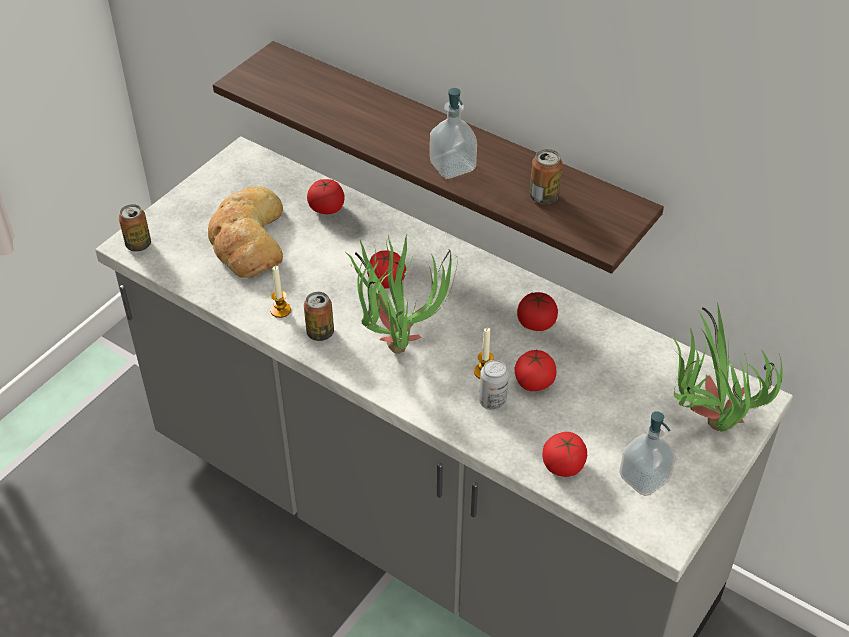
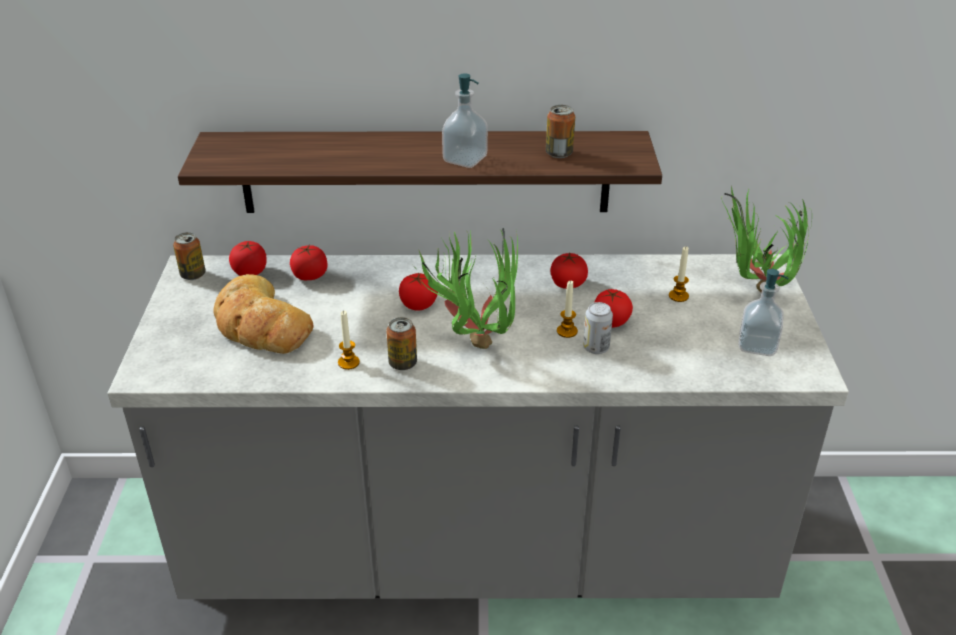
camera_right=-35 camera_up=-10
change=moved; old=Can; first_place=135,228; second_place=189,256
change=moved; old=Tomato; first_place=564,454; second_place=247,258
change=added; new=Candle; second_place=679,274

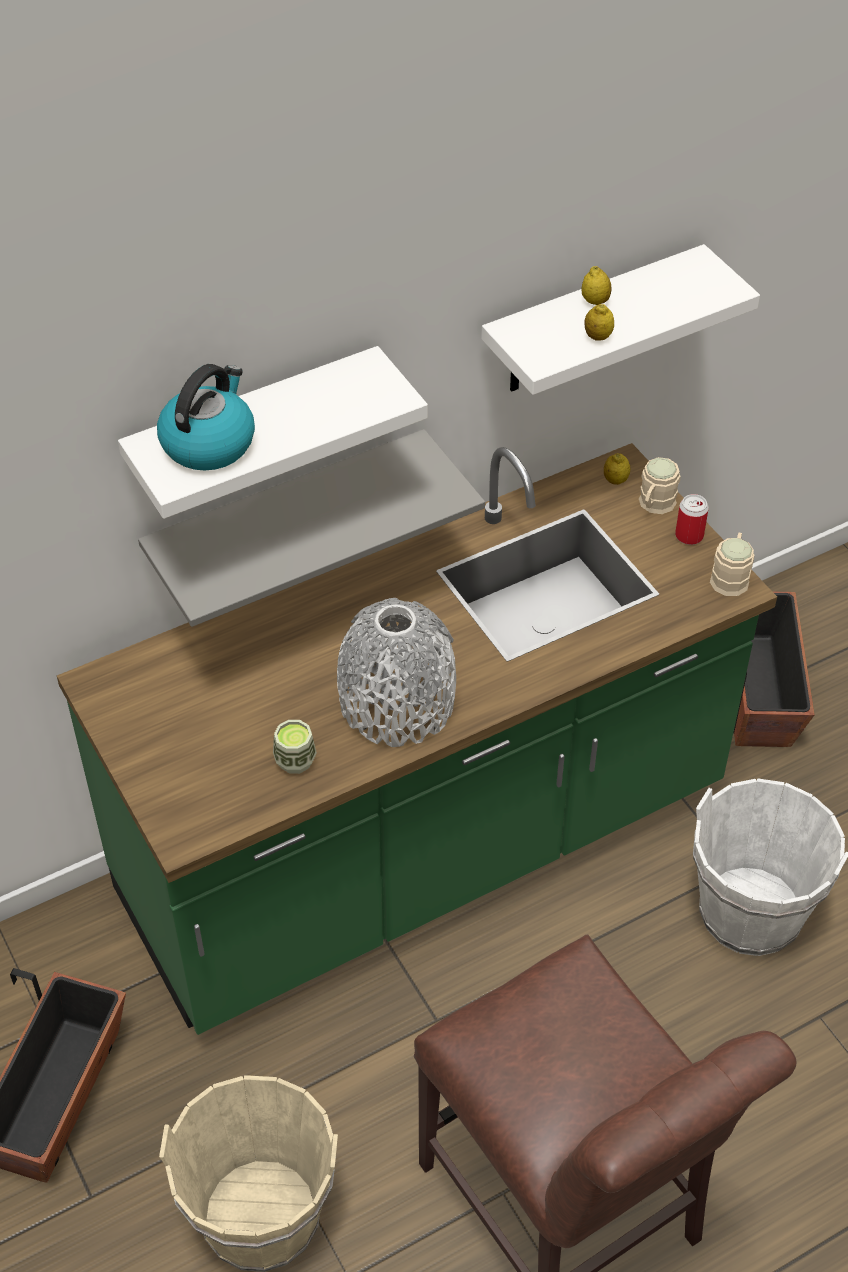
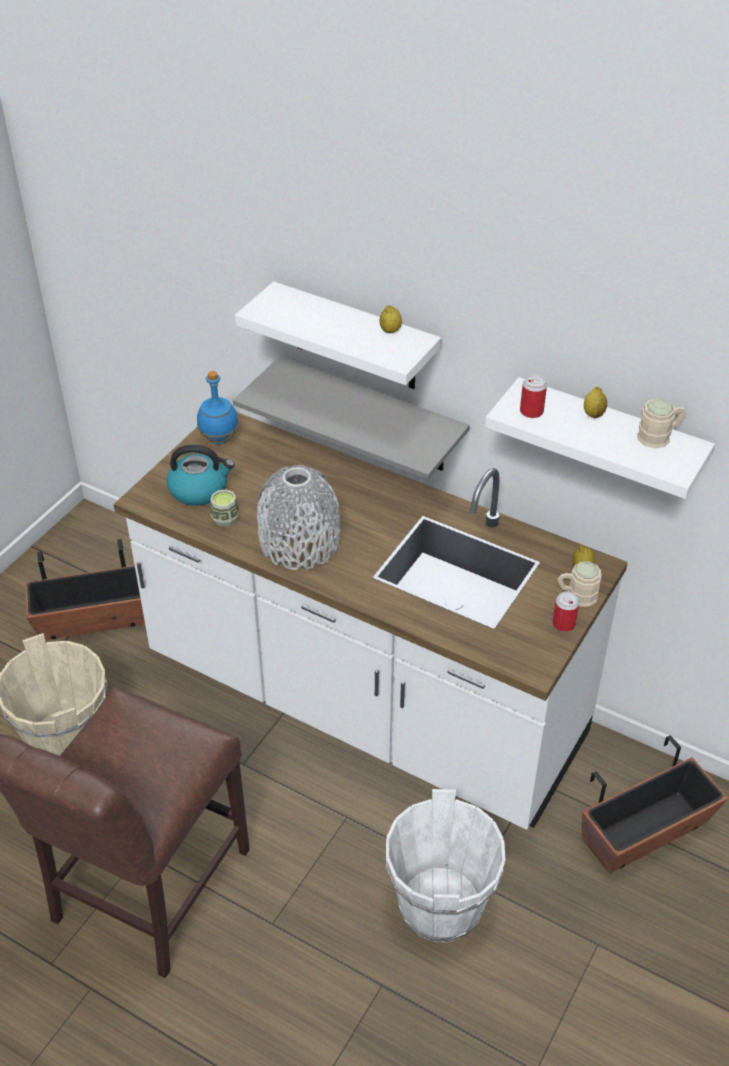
camera_right=60 camera_up=-5
change=recoloured; old=GreenCounter; new=WhiteCounter; first_place=417,739; second_place=370,621
change=moved; old=Kettle; first_place=206,417; second_place=200,475
change=moved; old=Lemon; first_place=599,322; second_place=391,319
change=moved; old=BeigeMug; first_place=732,564; second_place=661,423
change=added; new=BlueBottle; second_place=217,407
change=added; new=Can; second_place=533,396

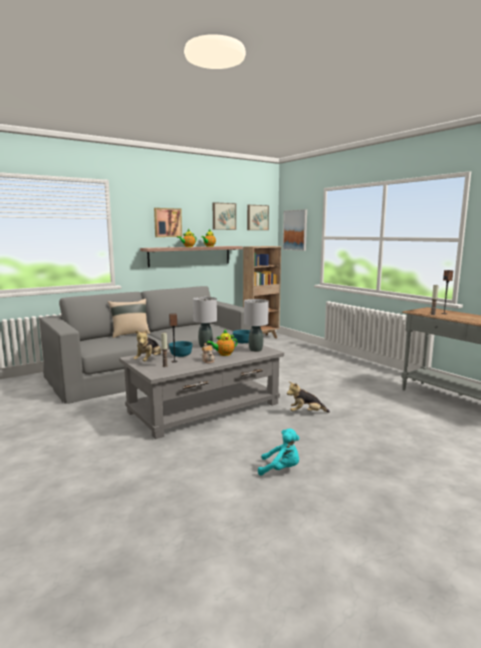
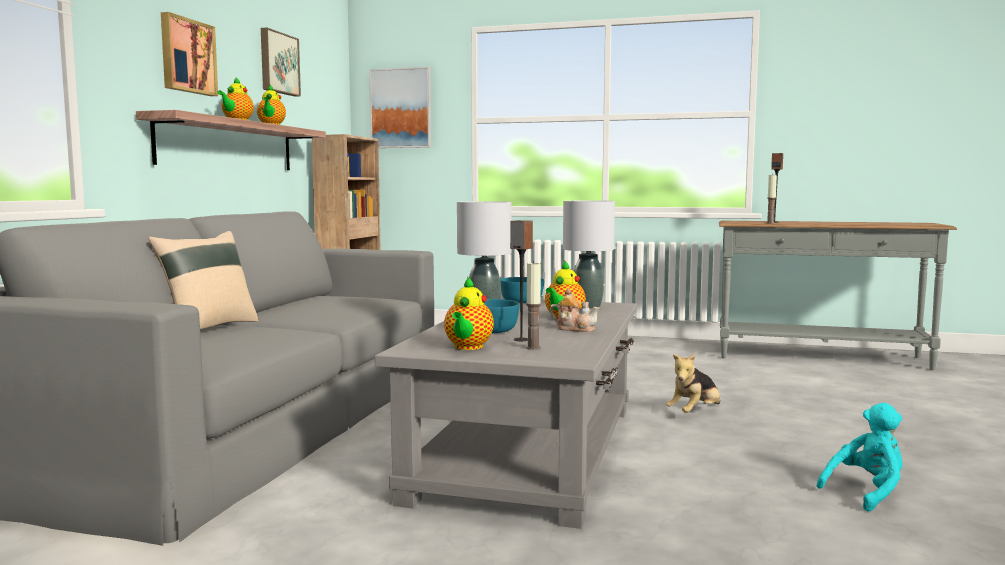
camera_right=-40 camera_up=-5
change=replaced; old=PlushToy; new=Teapot; first_place=147,345; second_place=469,313
change=removed; old=Picture; first_place=258,217

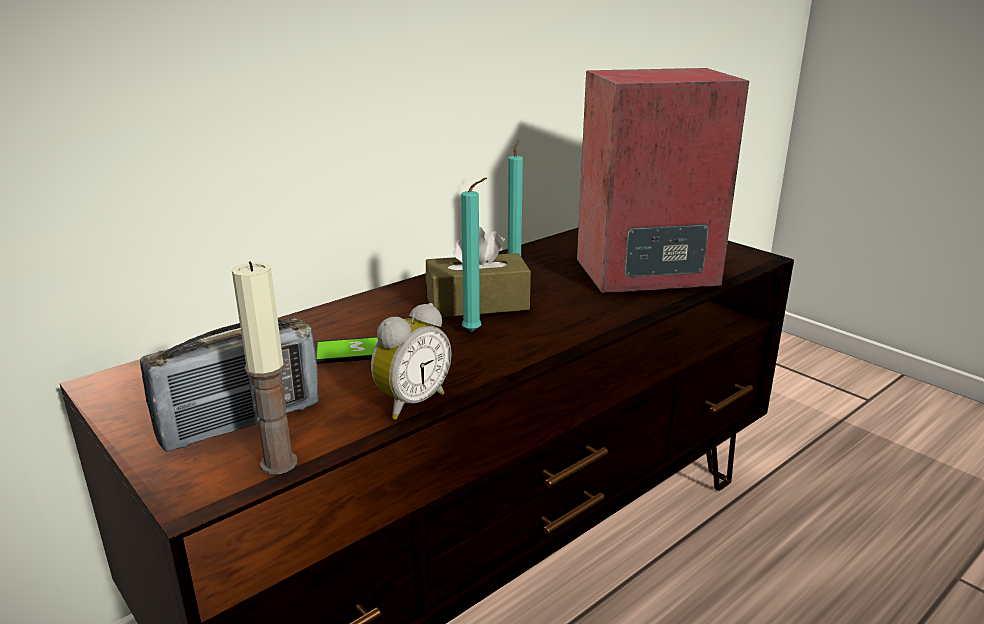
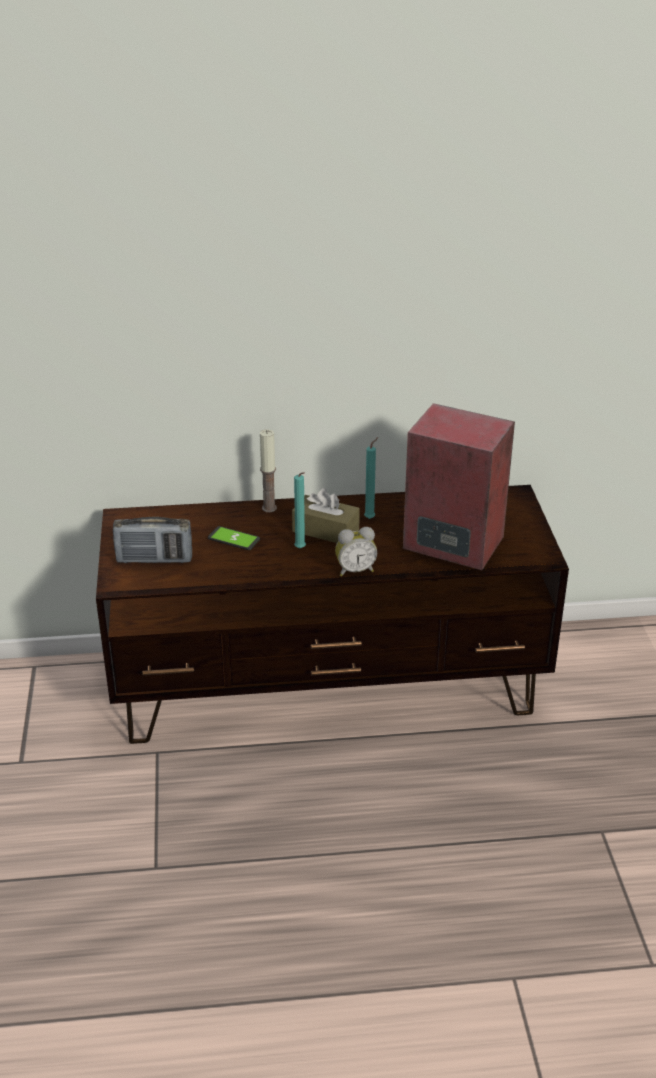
camera_right=35 camera_up=10
change=moved; old=Candle; first_place=265,367; second_place=268,471
change=moved; old=AlarmClock; first_place=411,361; second_place=356,551

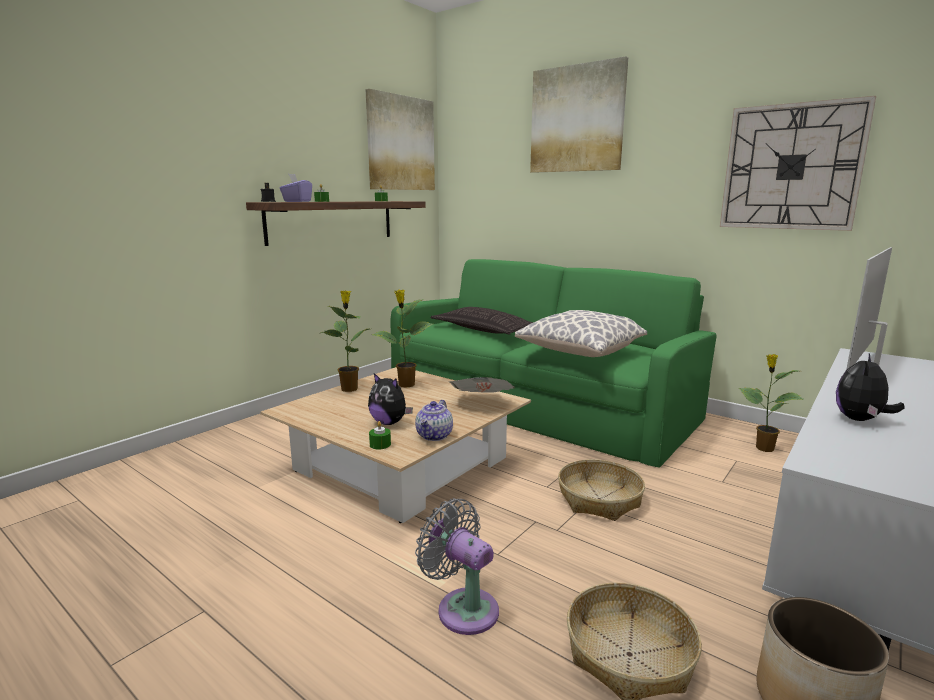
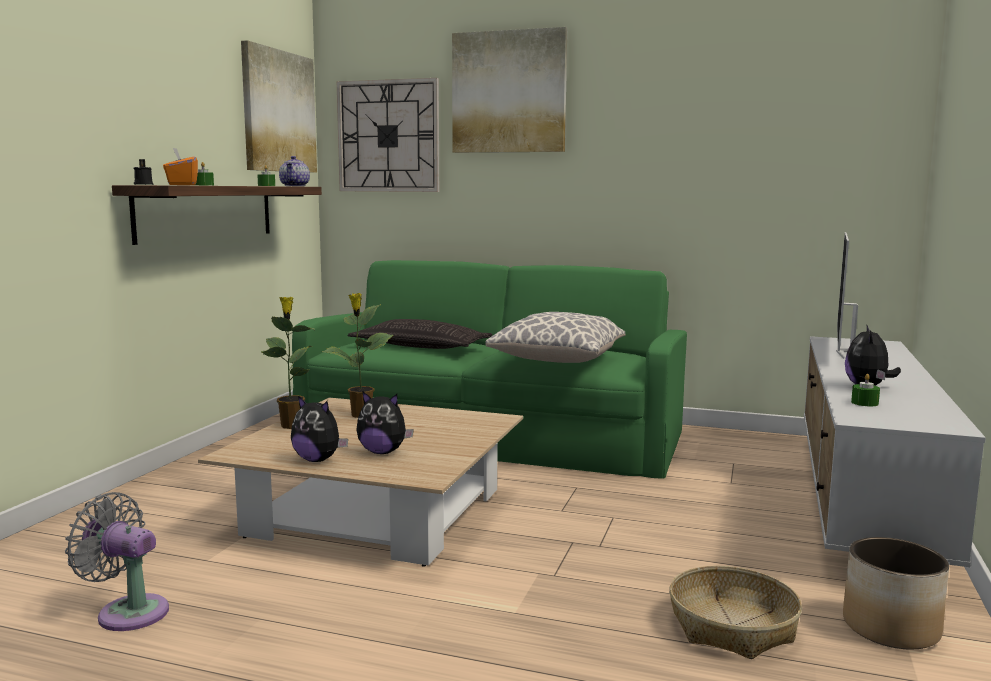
camera_right=-20 camera_up=-5
change=recoloured; old=PurpleTissueBox; new=OrangeTissueBox; first_place=295,188; second_place=180,166
change=moved; old=GreenCandle; first_place=380,435; second_place=865,390
change=moved; old=Teapot; first_place=434,420; second_place=294,171
change=moved; old=GreyFan; first_place=457,566; second_place=117,561
change=removed; old=Newspaper; first_place=482,385
change=removed; old=Basket; first_place=601,490
change=moved; old=WallClock; first_place=798,163; second_place=388,135
change=removed; old=PottedPlant; first_place=771,403
change=added; new=PlushToy; second_place=319,429

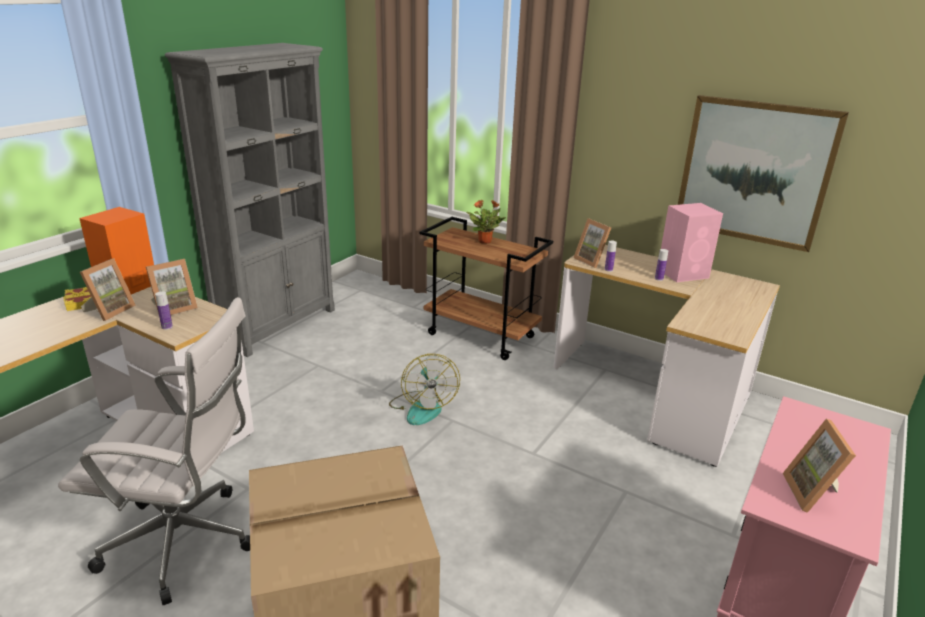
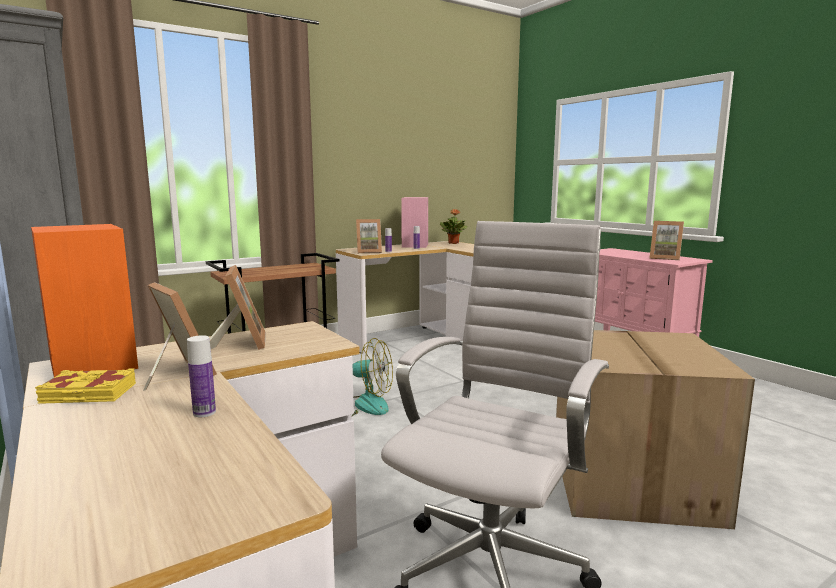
camera_right=-65 camera_up=-15
change=moved; old=Bottle; first_place=164,310; second_place=201,376
change=moved; old=PottedPlant; first_place=486,221; second_place=453,226
change=removed; old=Picture; first_place=763,173

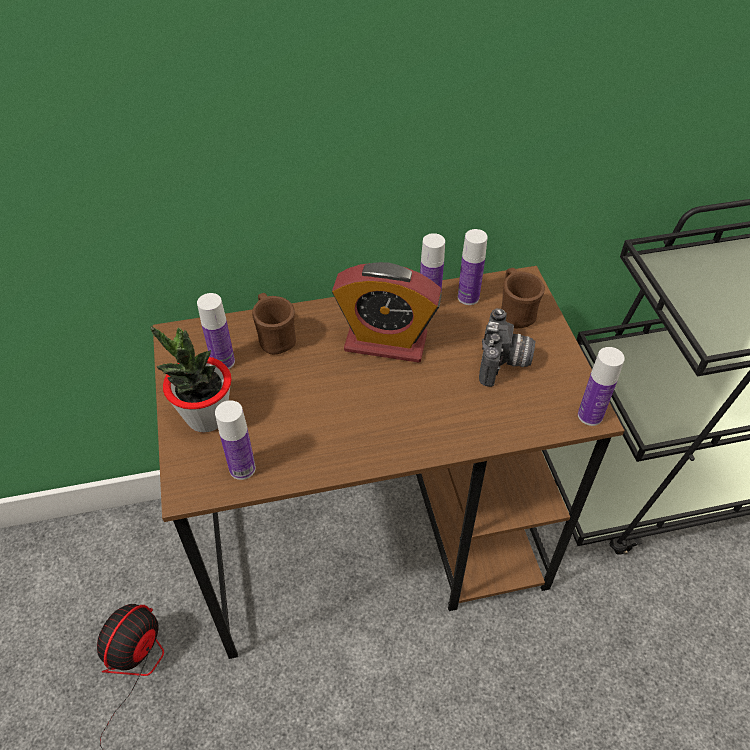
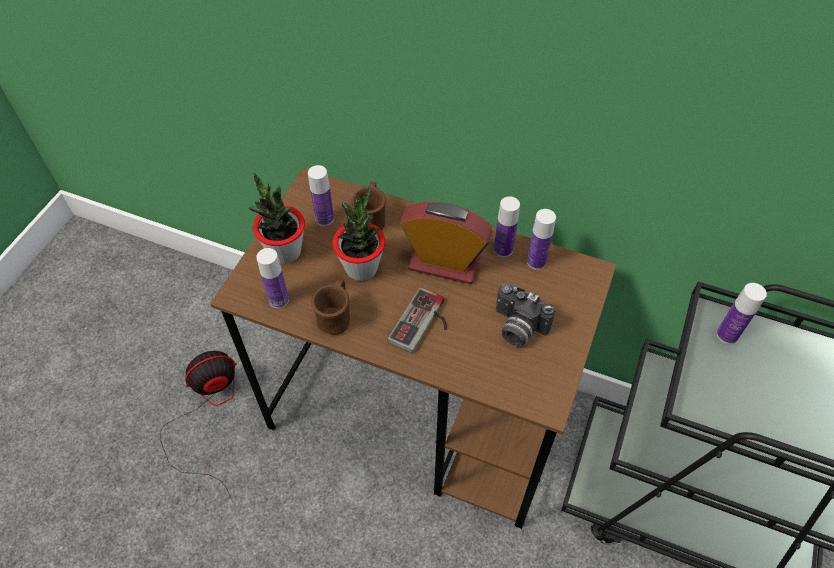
camera_right=35 camera_up=5
change=turned; old=AlarmClock; first_place=387,312; second_place=446,243; degrees=150
change=turned; old=PhotoCamera; first_place=507,347; second_place=525,315; degrees=75
change=moved; old=BrownMug; first_place=523,298; second_place=330,307
change=moved; old=Bottle; first_place=601,386; second_place=741,313
change=added; new=PottedPlant; second_place=358,234
change=added; new=GameController; second_place=417,320

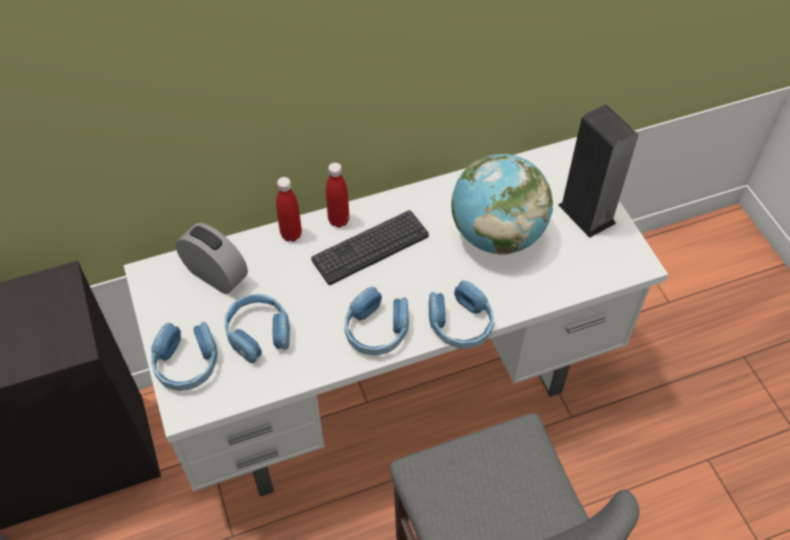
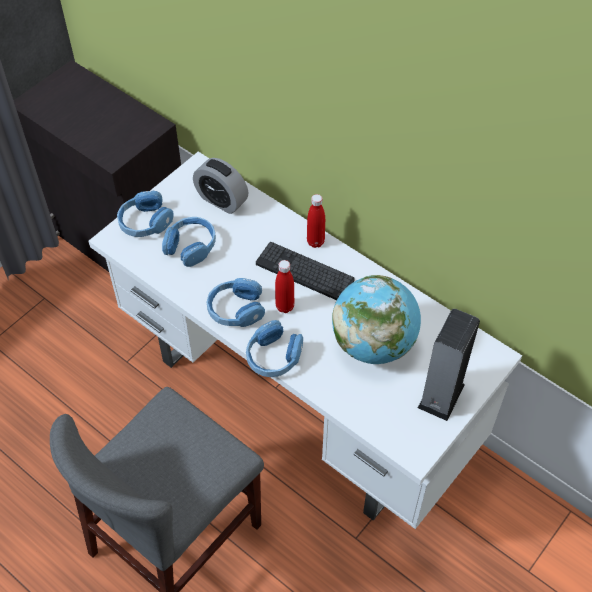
camera_right=60 camera_up=0
change=turned; old=AlarmClock; first_place=212,258; second_place=220,186; degrees=120
change=moved; old=RedBottle; first_place=289,209; second_place=284,286

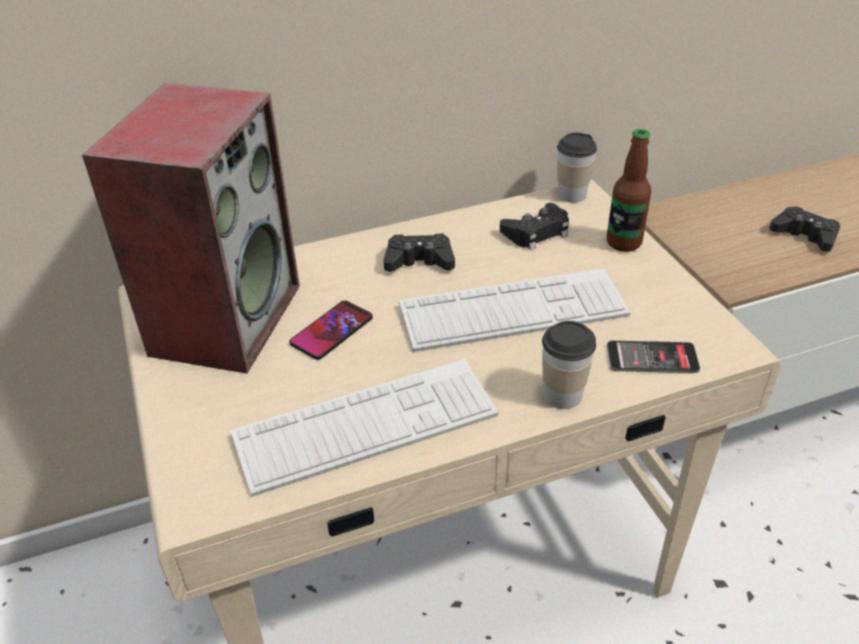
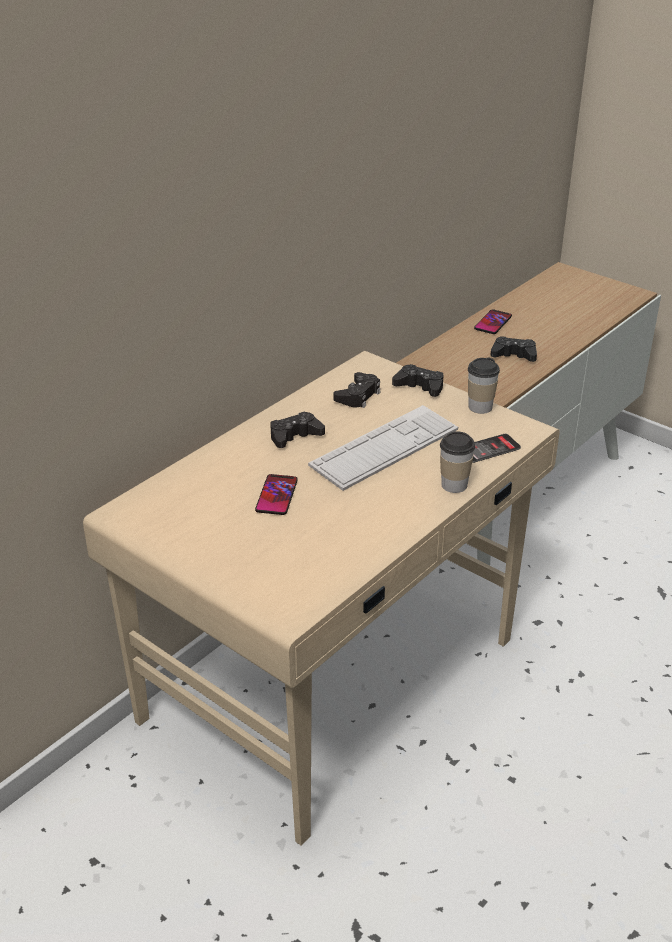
camera_right=-30 camera_up=-5
change=removed; old=Speaker; first_place=191,228
change=removed; old=Keyboard; first_place=364,428
change=moved; old=Cup; first_place=577,168; second_place=484,386
change=replaced; old=Bottle; new=BlackGameController; first_place=629,190; second_place=417,380
change=added; new=Phone; second_place=493,321

